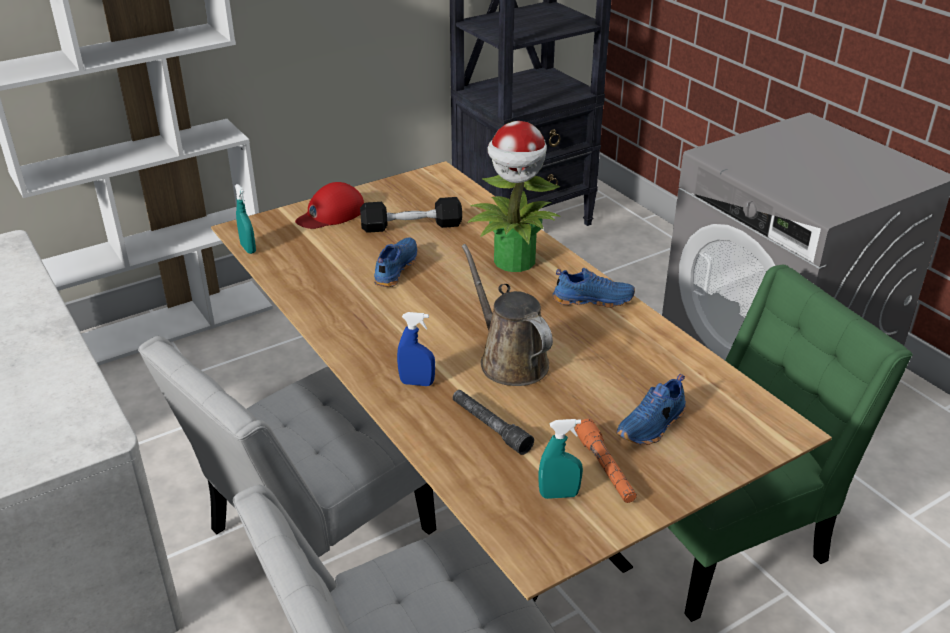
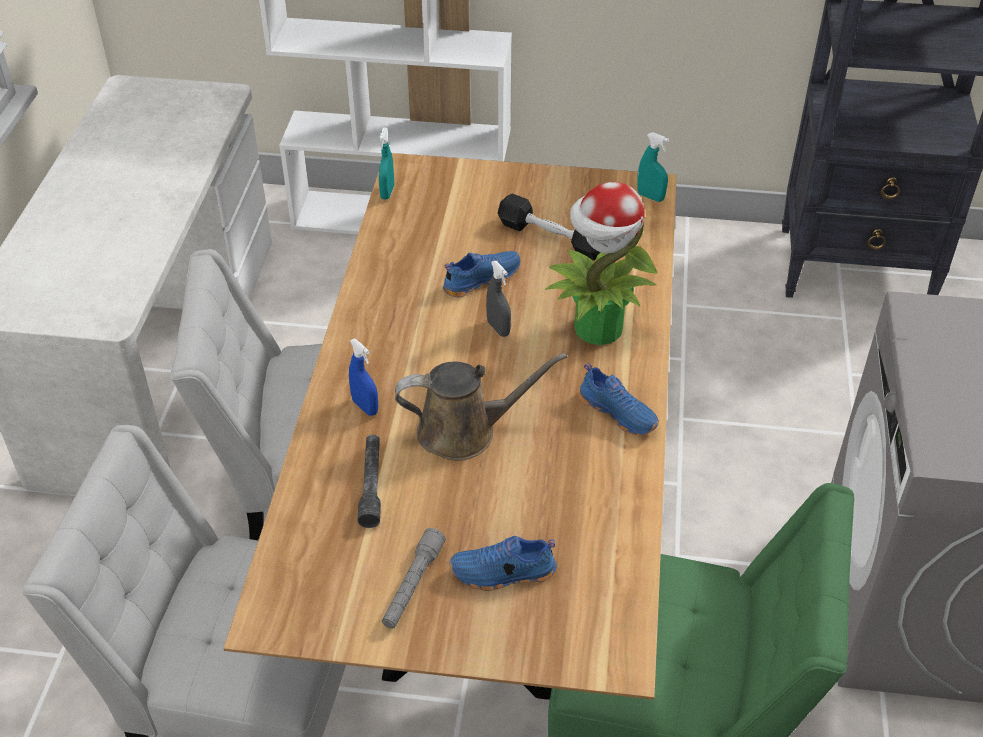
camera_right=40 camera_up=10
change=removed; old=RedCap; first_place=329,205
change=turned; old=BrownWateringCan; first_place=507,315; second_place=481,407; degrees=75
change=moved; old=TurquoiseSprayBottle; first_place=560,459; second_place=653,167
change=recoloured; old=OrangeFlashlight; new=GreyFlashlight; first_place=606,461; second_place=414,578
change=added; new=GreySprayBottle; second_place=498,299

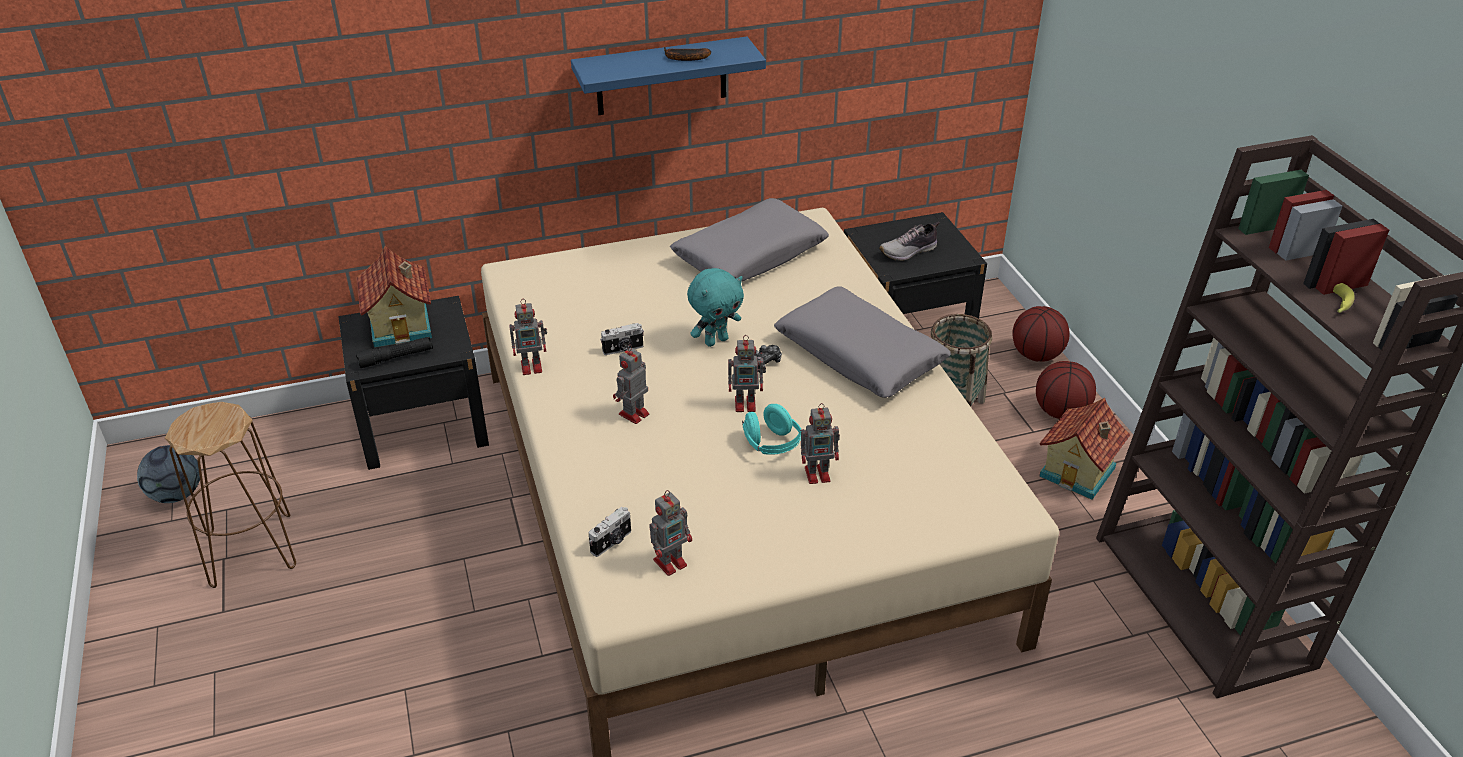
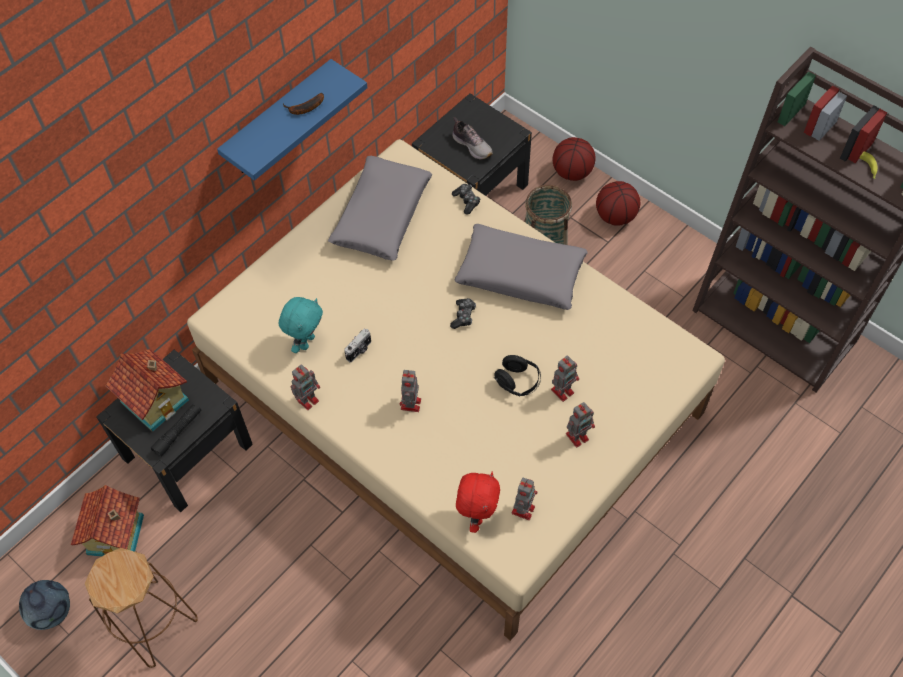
camera_right=-30 camera_up=20
change=replaced; old=PhotoCamera; new=RedPlushToy; first_place=610,532; second_place=478,502
change=moved; old=TurquoisePlushToy; first_place=715,307; second_place=301,325
change=moved; old=ToyRobot; first_place=747,373; second_place=580,425
change=recoloured; old=TurquoiseHeadphones; new=BlackHeadphones; first_place=772,429; second_place=517,375
change=turned; old=Shoe; first_place=909,241; second_place=472,138; degrees=-75
change=moved; old=ToyHouse; first_place=1084,448; second_place=107,520
change=added; new=GameController; second_place=466,199

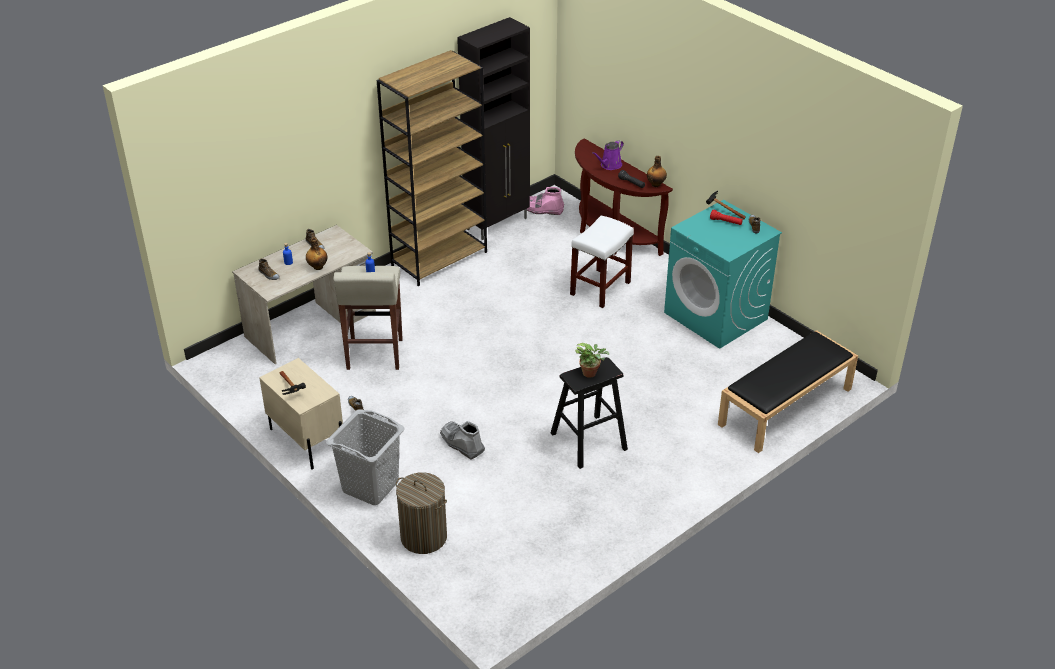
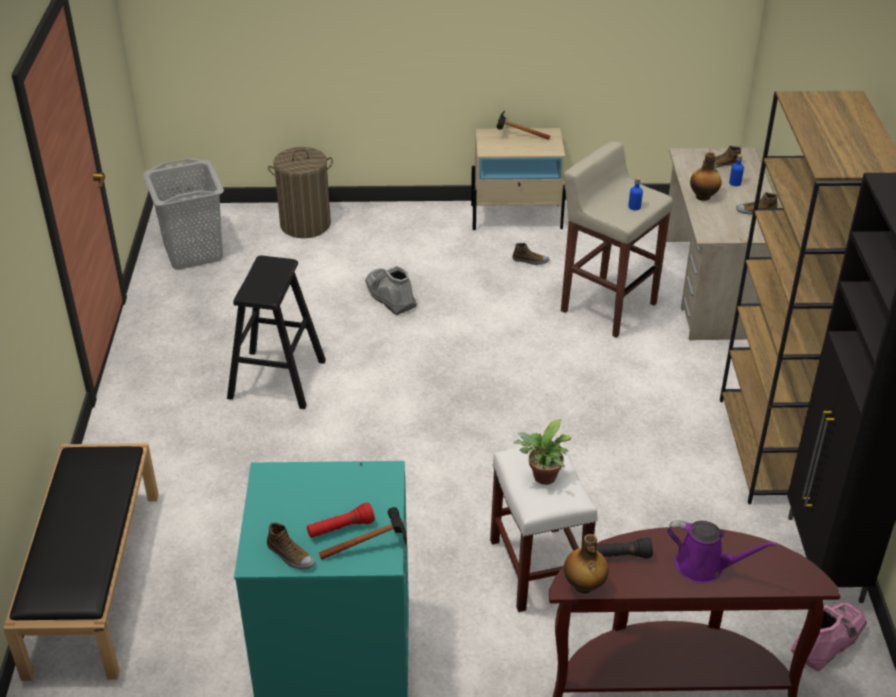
camera_right=130 camera_up=0
change=moved; old=GreyLaundryBasket; first_place=365,457; second_place=183,213
change=turned; old=GreyBoot; first_place=462,440; second_place=391,290; degrees=-120
change=moved; old=PottedPlant; first_place=592,360; second_place=542,452
change=turned; old=PurpleWateringCan; first_place=608,155; second_place=722,551; degrees=120

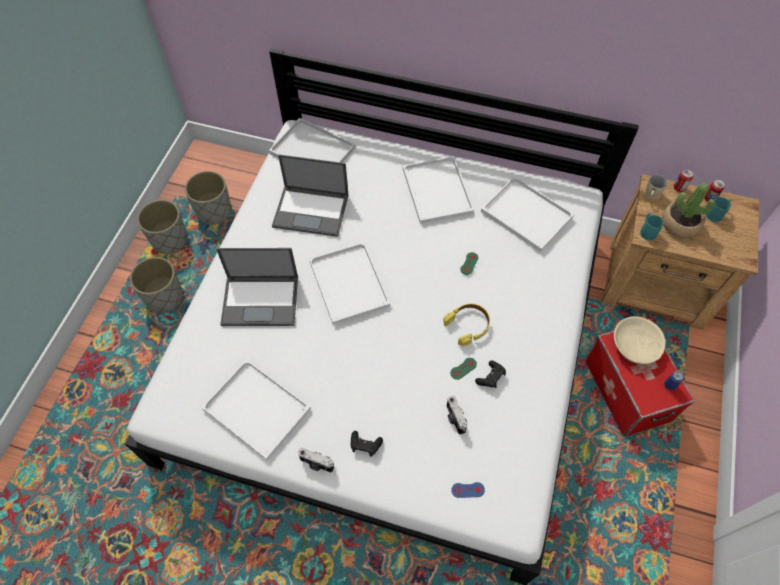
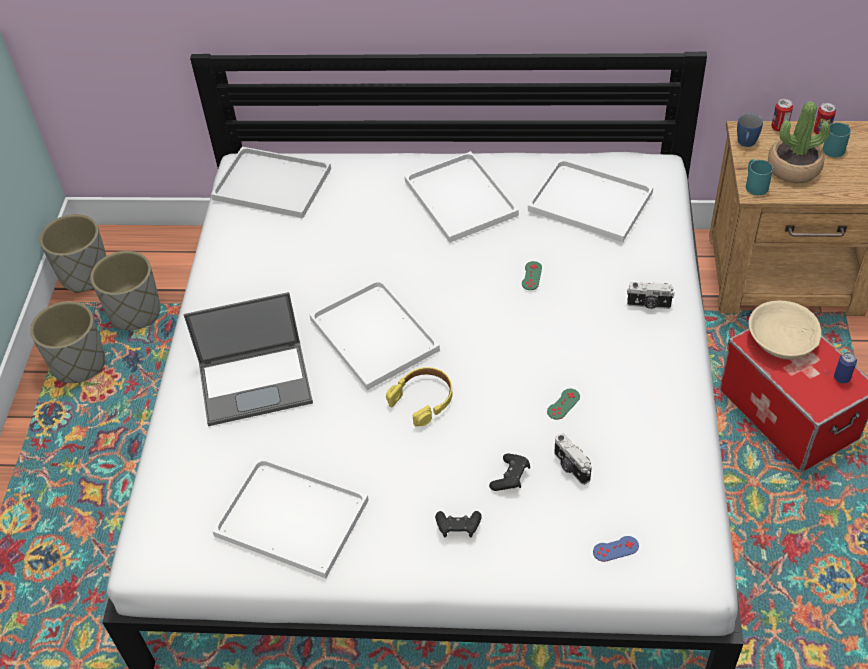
camera_right=-10 camera_up=-10
change=moved; old=GreyPlanter; first_place=156,285; second_place=73,253
change=removed; old=Laptop; first_place=310,195
change=moved; old=PhotoCamera; first_place=316,460; second_place=651,295
change=moved; old=YellowHeadphones; first_place=466,325; second_place=419,397
change=moved; old=BlackGameController; first_place=490,374; second_place=509,472
change=recoloured; old=BeigeMug; new=BlueMug; first_place=656,187; second_place=750,130

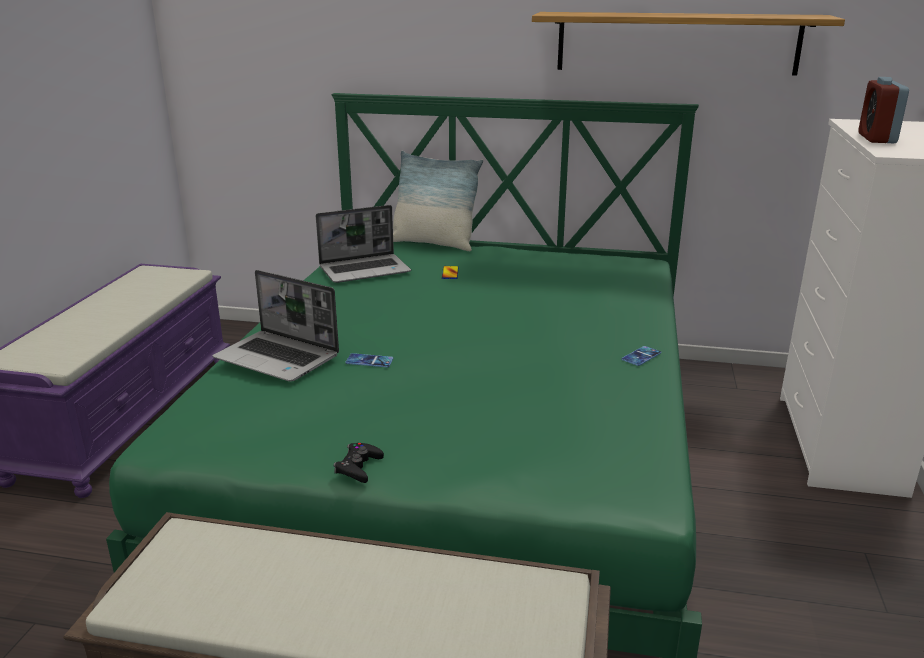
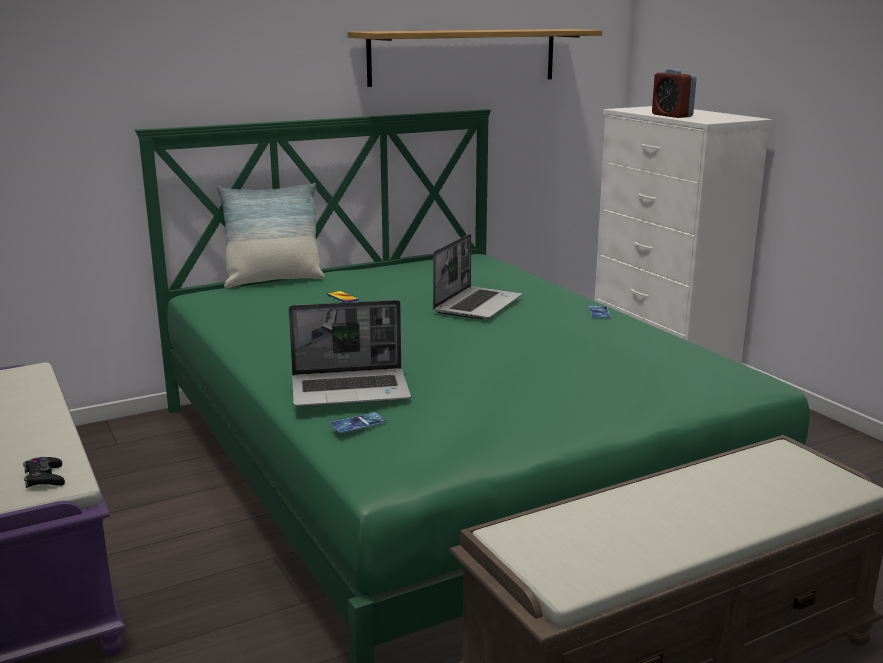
camera_right=-40 camera_up=-5
change=moved; old=Laptop; first_place=363,244; second_place=477,277
change=moved; old=BlackGameController; first_place=359,463; second_place=44,472
change=moved; old=Phone; first_place=369,360; second_place=358,423

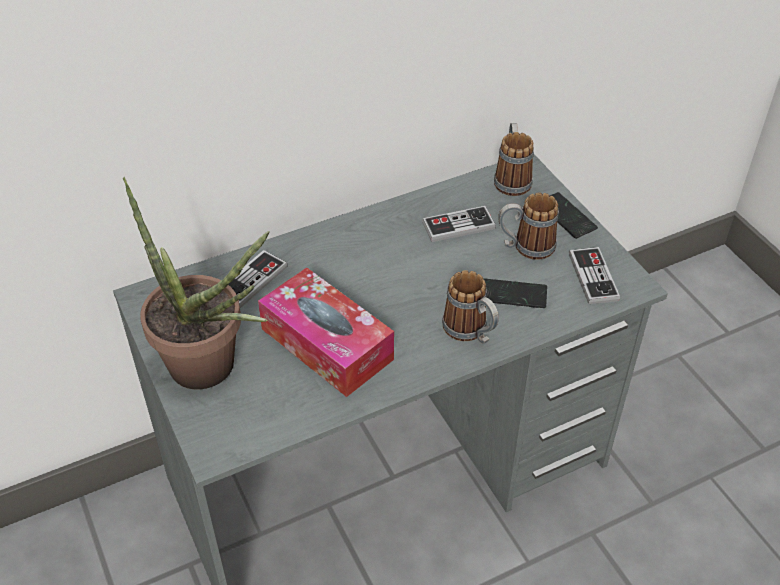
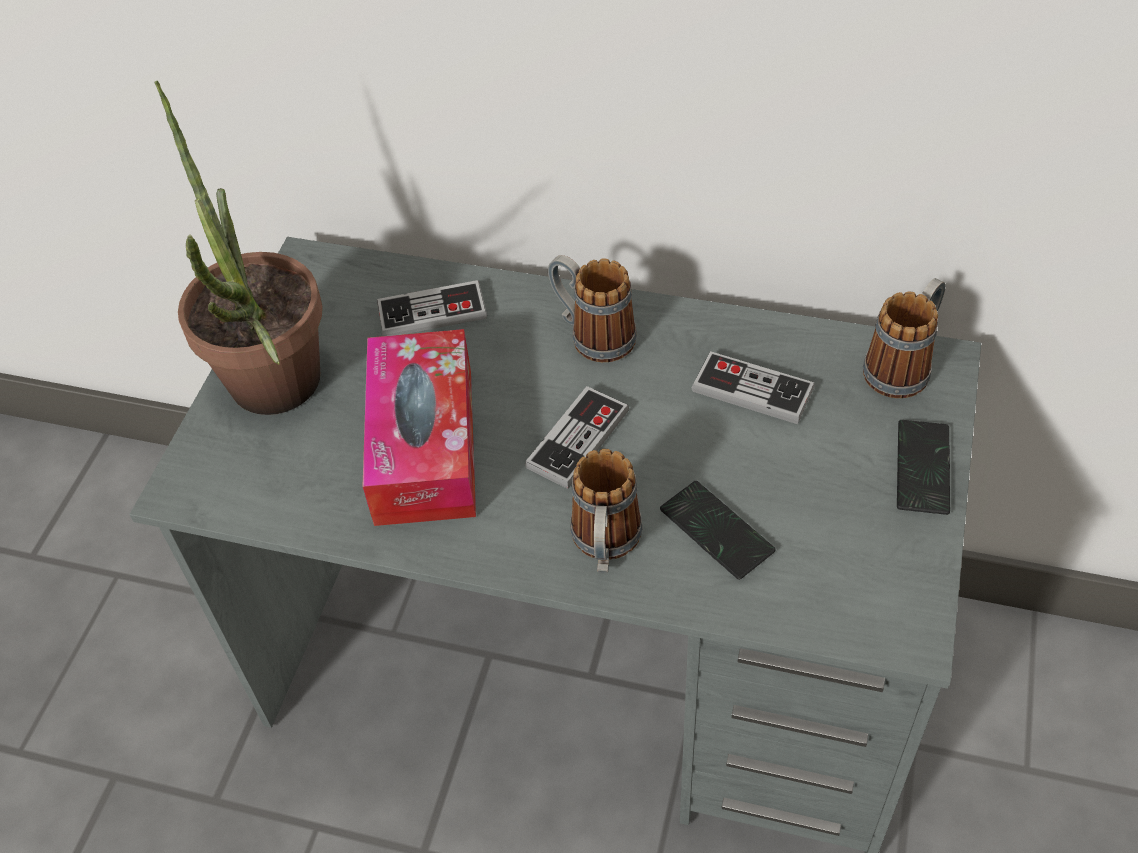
camera_right=45 camera_up=5
change=moved; old=Mug; first_place=528,226; second_place=592,308
change=moved; old=GameController; first_place=594,275; second_place=577,437

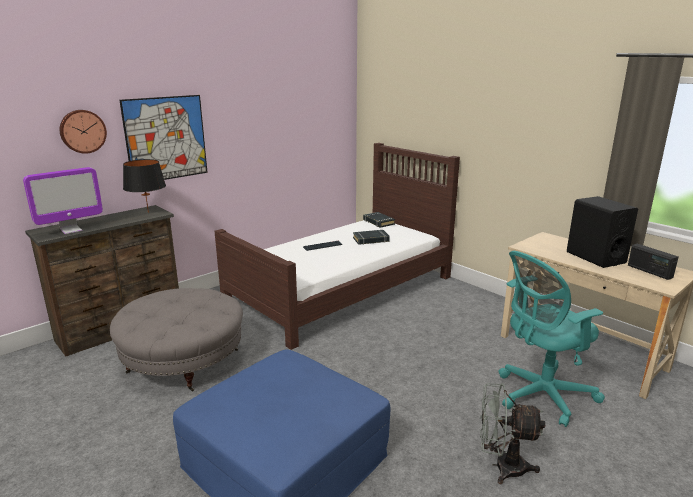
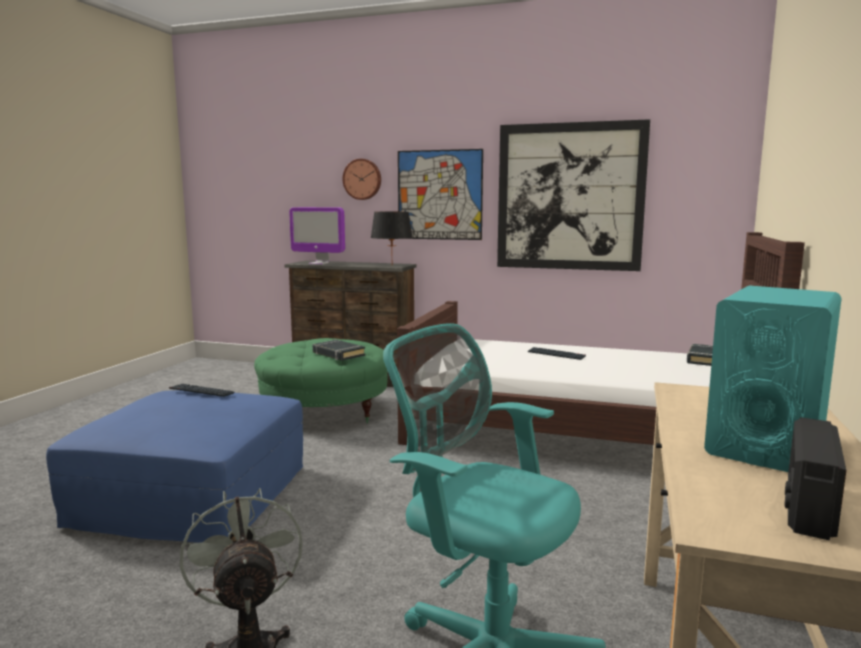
camera_right=60 camera_up=-10
change=recoloured; old=GreyOttoman; new=GreenOttoman; first_place=176,339; second_place=321,380
change=moved; old=BlackBook; first_place=371,237; second_place=338,350
change=recoloured; old=BlackSpeaker; new=TurquoiseSpeaker; first_place=602,232; second_place=773,378
change=added; new=Keyboard; second_place=201,390
change=added; new=Picture; second_place=573,195

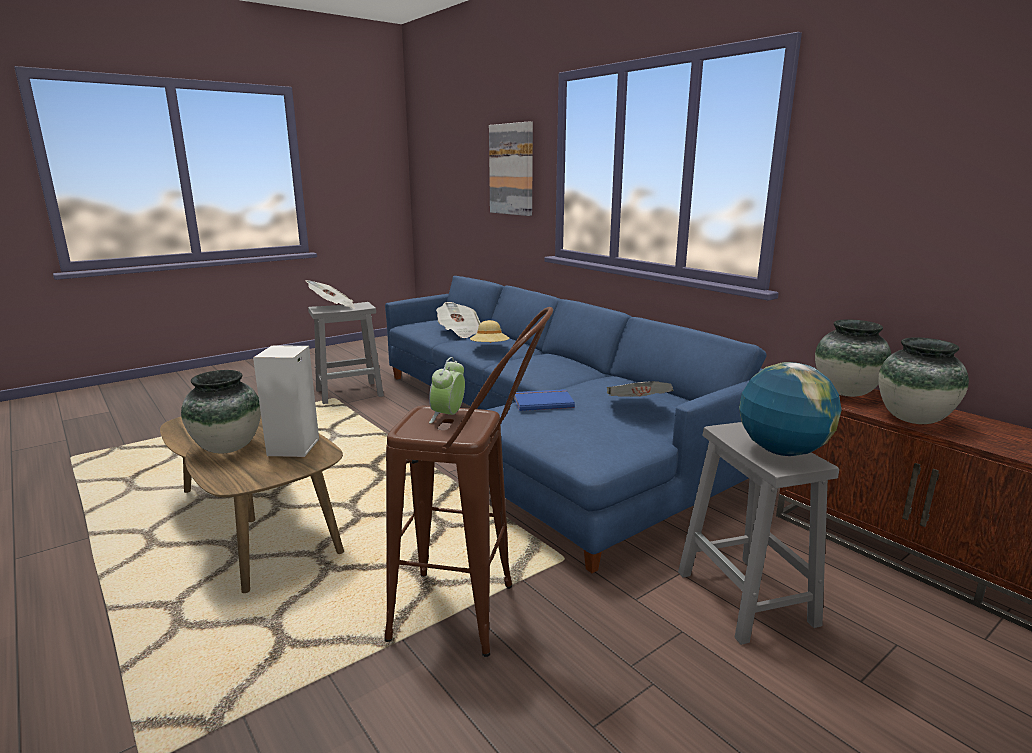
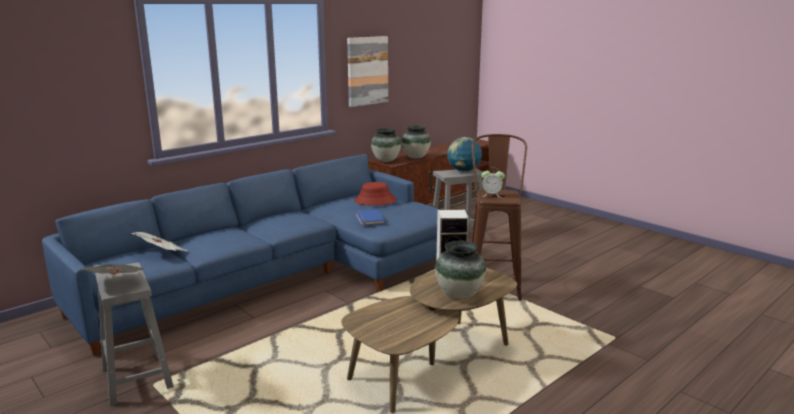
camera_right=-95 camera_up=0
change=removed; old=BeigeHat; first_place=489,331
change=moved; old=Picture; first_place=511,169; second_place=367,71
change=replaced; old=Newspaper; new=RedHat; first_place=640,389; second_place=375,194

